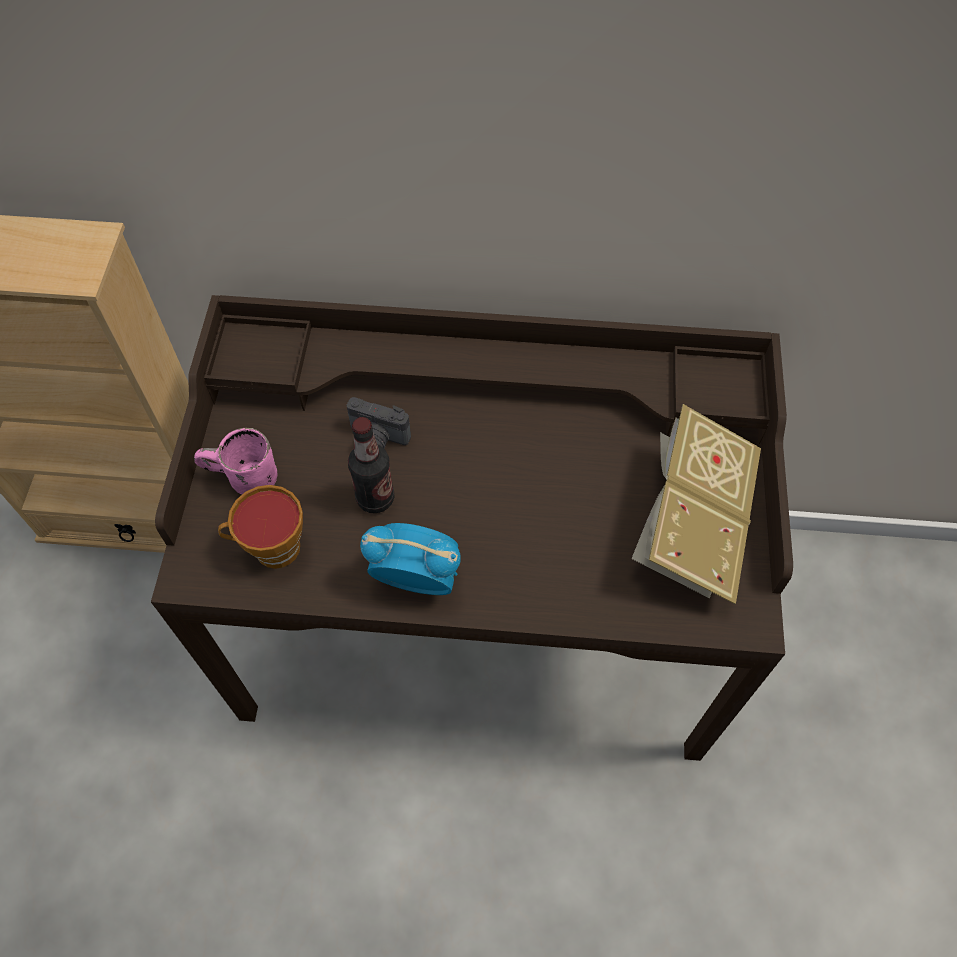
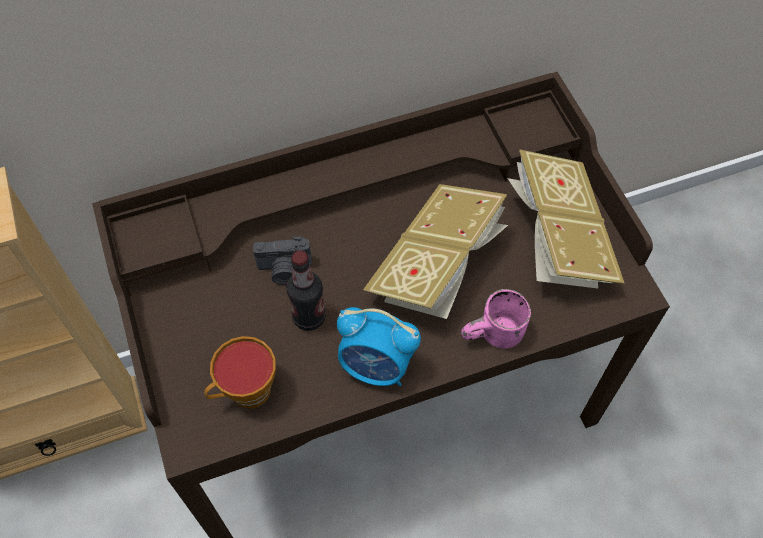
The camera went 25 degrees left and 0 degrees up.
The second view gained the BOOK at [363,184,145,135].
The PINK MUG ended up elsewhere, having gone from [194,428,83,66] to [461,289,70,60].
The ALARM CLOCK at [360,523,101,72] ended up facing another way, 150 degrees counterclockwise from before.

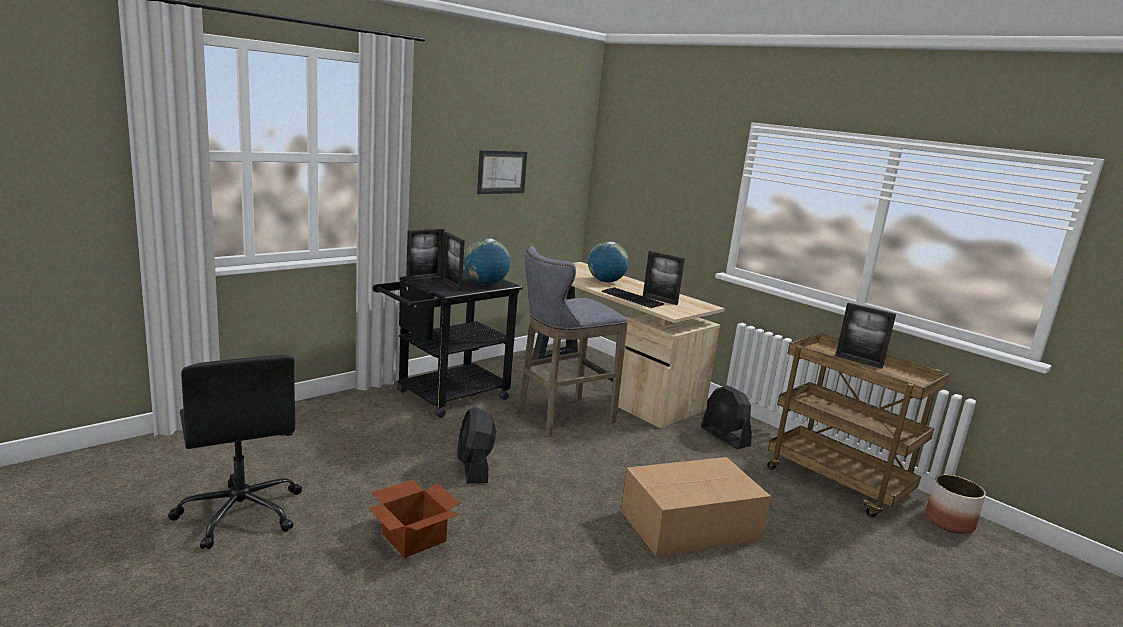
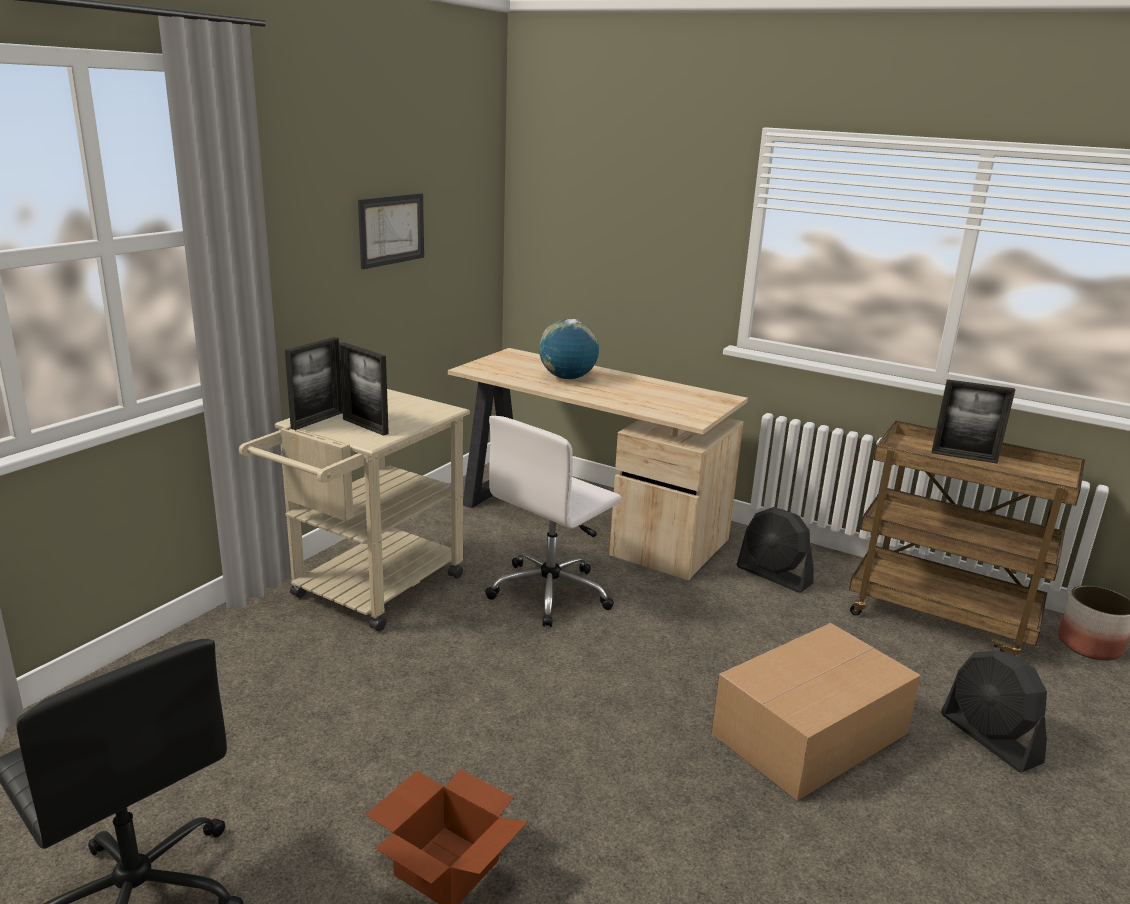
The camera went 15 degrees left and 5 degrees up.
The second view lost the GLOBE at [464,238,46,47].
The second view lost the KEYBOARD at [602,287,62,21].
The second view lost the PICTURE FRAME at [643,251,42,54].
The BLACK FAN ended up elsewhere, having gone from [457,407,39,76] to [941,650,106,122].
Where the GREY STOOL stood at [517,246,111,191], the WHITE OFFICE CHAIR came to stand at [485,416,137,211].
What was the BLACK CART at [372,270,151,148] turned into the BEIGE CART at [239,389,231,243].

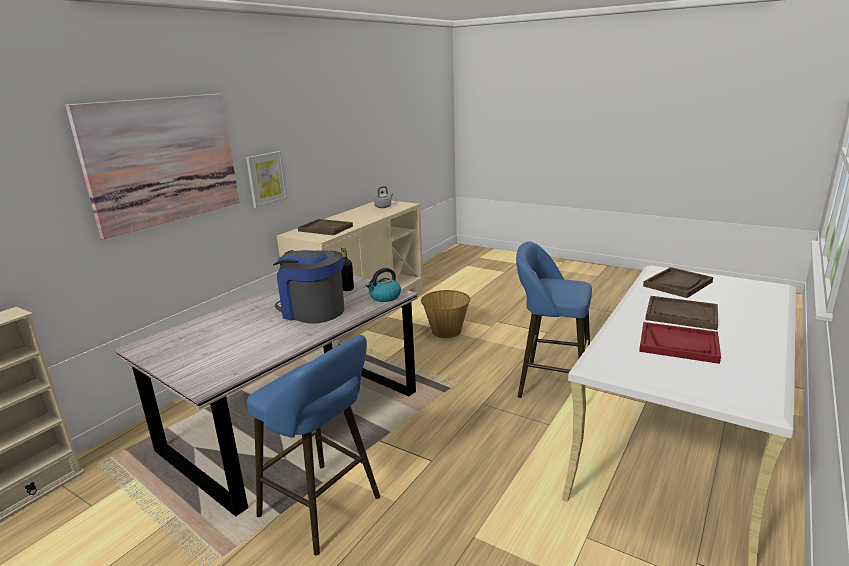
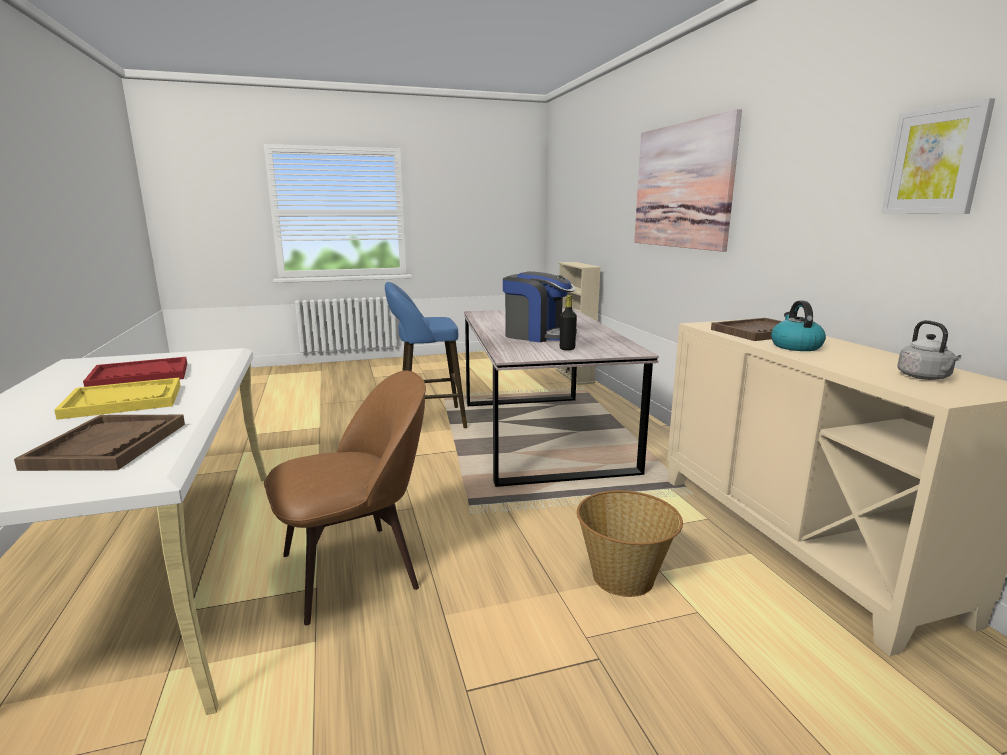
The camera went 130 degrees right and 5 degrees down.
The PICTURE ended up elsewhere, having gone from [246,151,42,57] to [881,98,114,116].
The KETTLE ended up elsewhere, having gone from [366,268,35,34] to [771,301,55,50].
Where the BLUE STOOL stood at [516,242,76,156], the BROWN CHAIR came to stand at [264,371,162,254].
What was the BROWN TRAY at [645,296,73,34] turned into the YELLOW TRAY at [54,378,127,42].
The COFFEE MACHINE at [273,250,71,74] ended up facing another way, 45 degrees clockwise from before.

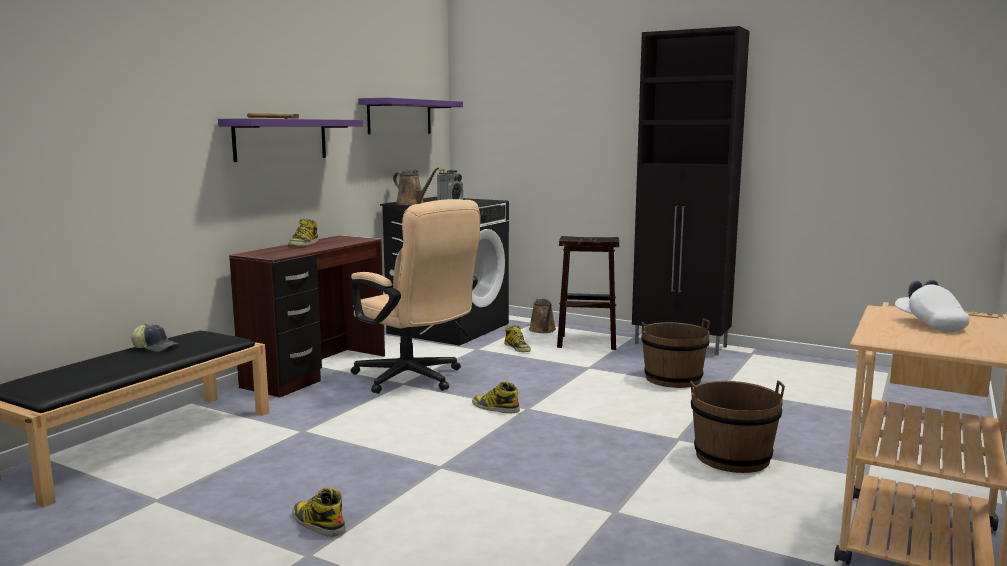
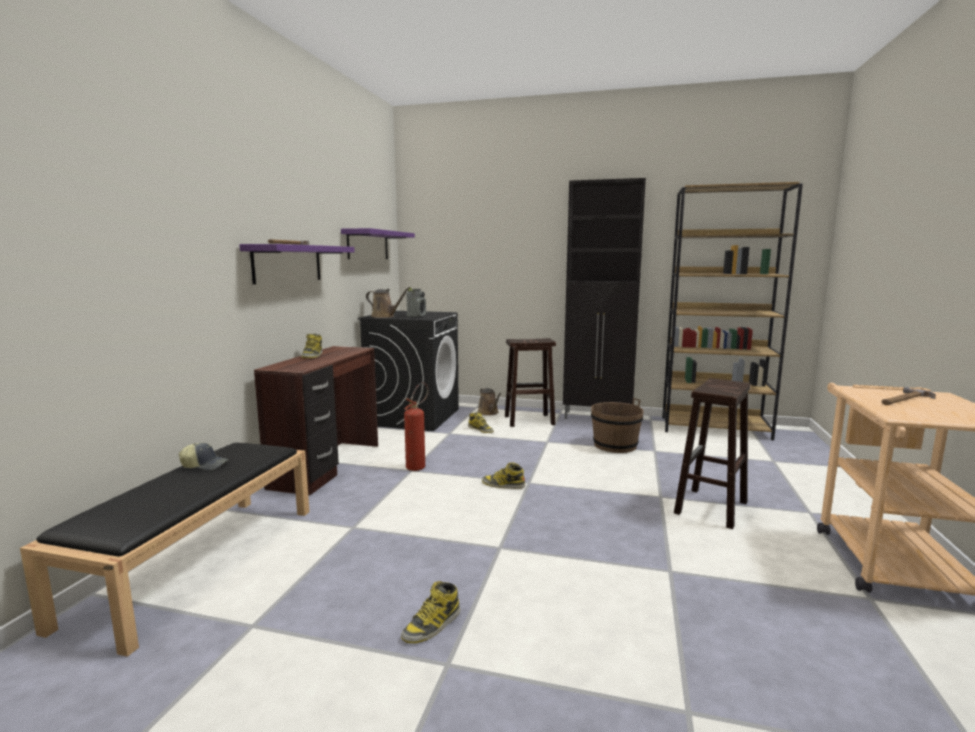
The camera went 15 degrees left and 0 degrees up.
The second view gained the BROWN BOOKCASE at [662,182,141,258].
Where the BEIGE OFFICE CHAIR stood at [351,199,129,195], the FIRE EXTINGUISHER came to stand at [404,382,25,89].
Where the BROWN BUCKET stood at [690,381,95,92], the BROWN STOOL came to stand at [674,378,77,151].
Where the WHITE CAP stood at [895,280,75,52], the HAMMER came to stand at [881,387,55,18].
The BOOT at [292,488,54,49] ended up facing another way, 75 degrees counterclockwise from before.

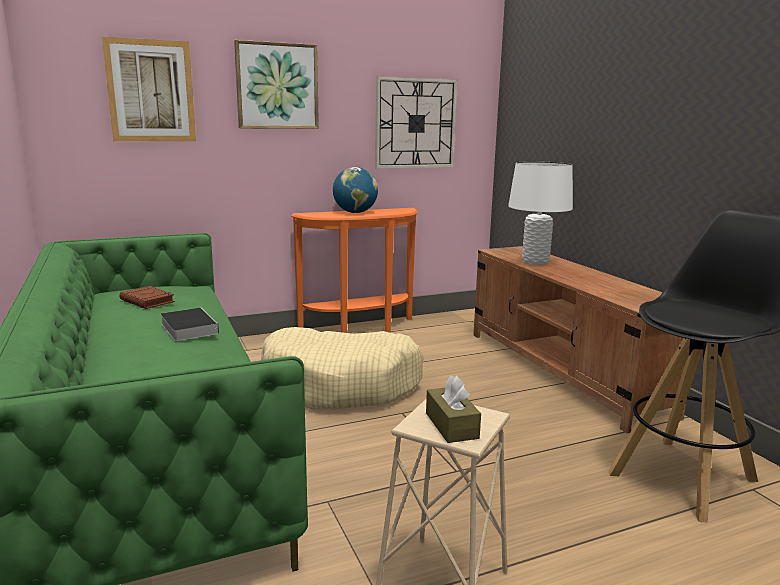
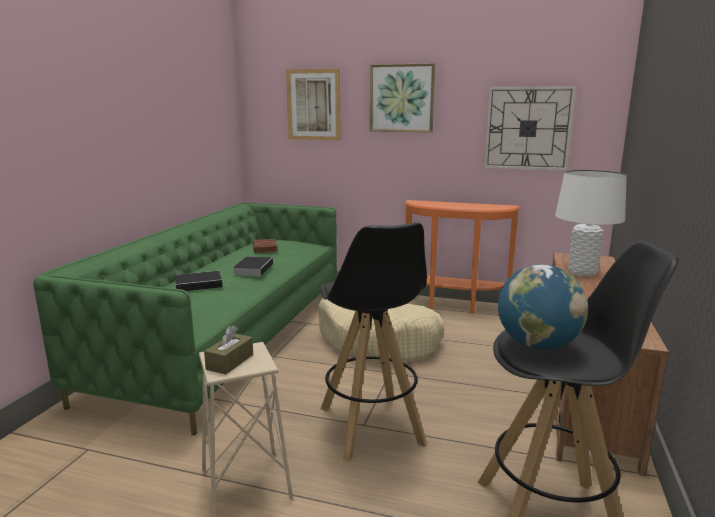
The camera went 40 degrees right and 0 degrees up.
The second view gained the BOOK at [175,271,56,20].
The second view gained the BLACK STOOL at [320,222,107,240].
The GLOBE ended up elsewhere, having gone from [333,167,45,46] to [498,265,90,85].

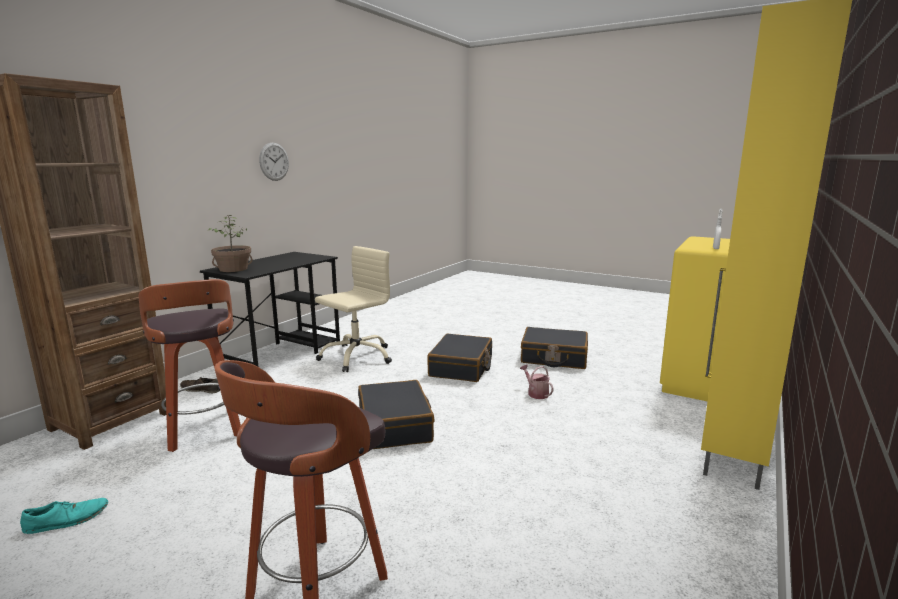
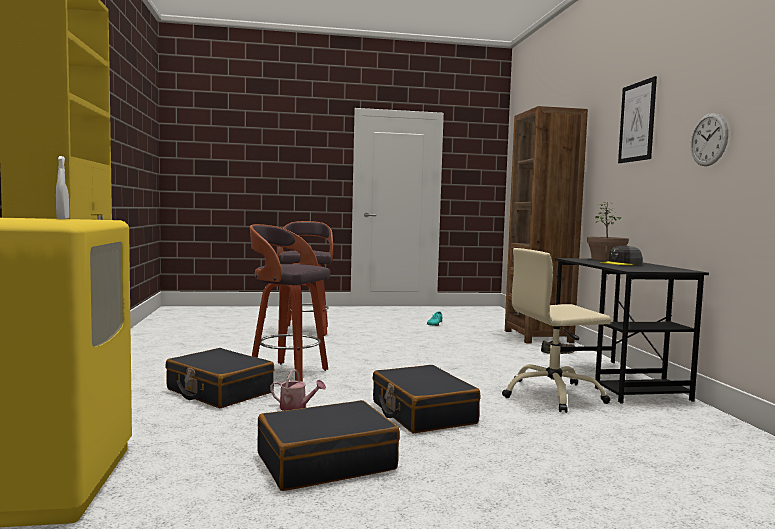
The camera went 140 degrees right and 10 degrees down.
The second view gained the GREY CAP at [600,245,43,20].
The second view gained the PICTURE at [618,76,39,87].
The STOOL ended up elsewhere, having gone from [138,279,103,173] to [250,224,80,158].
The BLACK SUITCASE ended up elsewhere, having gone from [358,380,76,69] to [165,348,109,60].
The BEIGE OFFICE CHAIR at [315,246,77,126] ended up facing another way, 75 degrees clockwise from before.

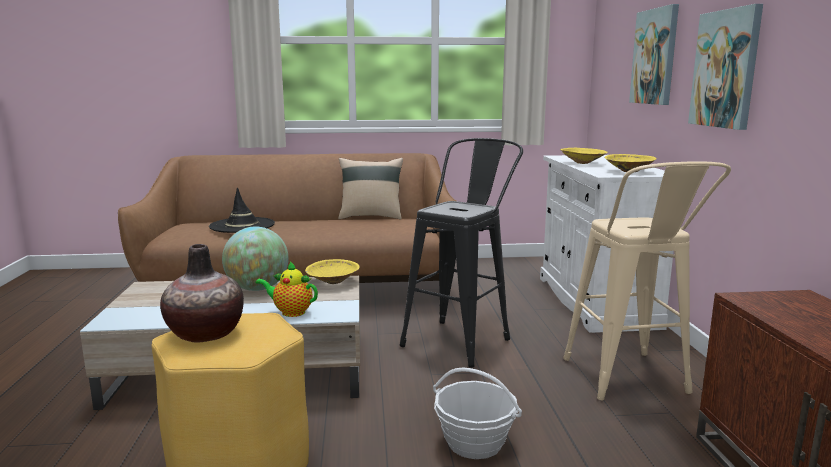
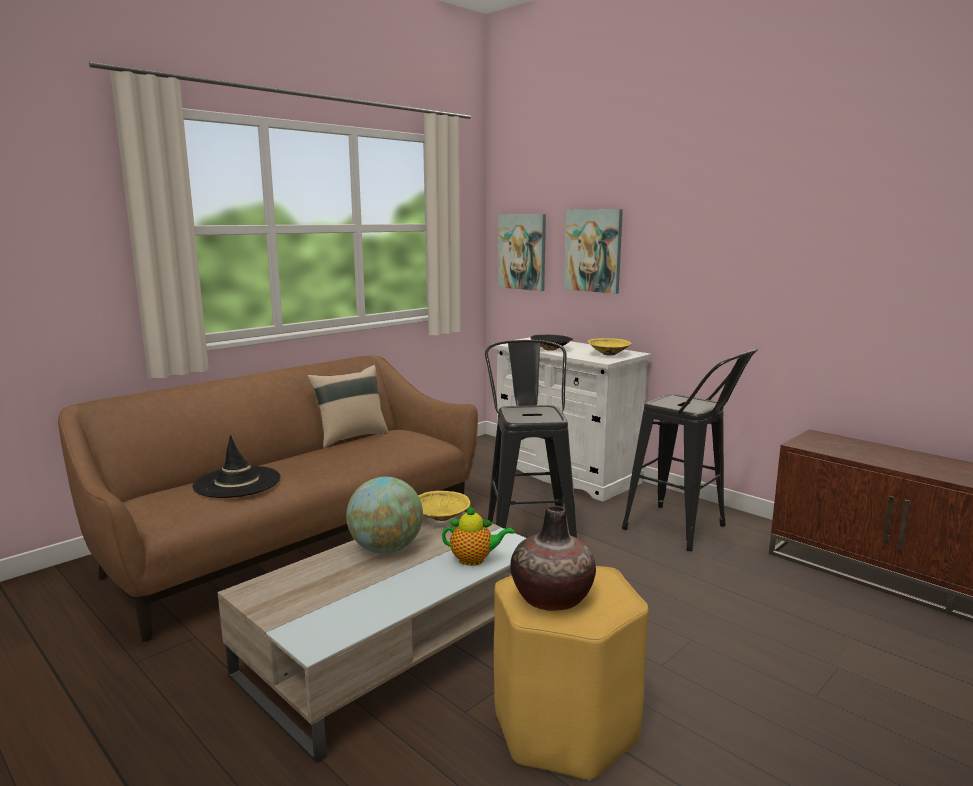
The camera went 40 degrees left and 0 degrees up.
The second view lost the BASKET at [433,368,89,91].
The PICTURE ended up elsewhere, having gone from [688,4,75,126] to [498,214,48,77].
What was the YELLOW BOWL at [560,148,48,16] turned into the BLACK BOWL at [530,335,43,16].
What was the BEIGE STOOL at [563,162,168,239] turned into the BLACK STOOL at [622,349,136,202].
The TEAPOT at [255,262,63,55] ended up facing another way, 150 degrees counterclockwise from before.

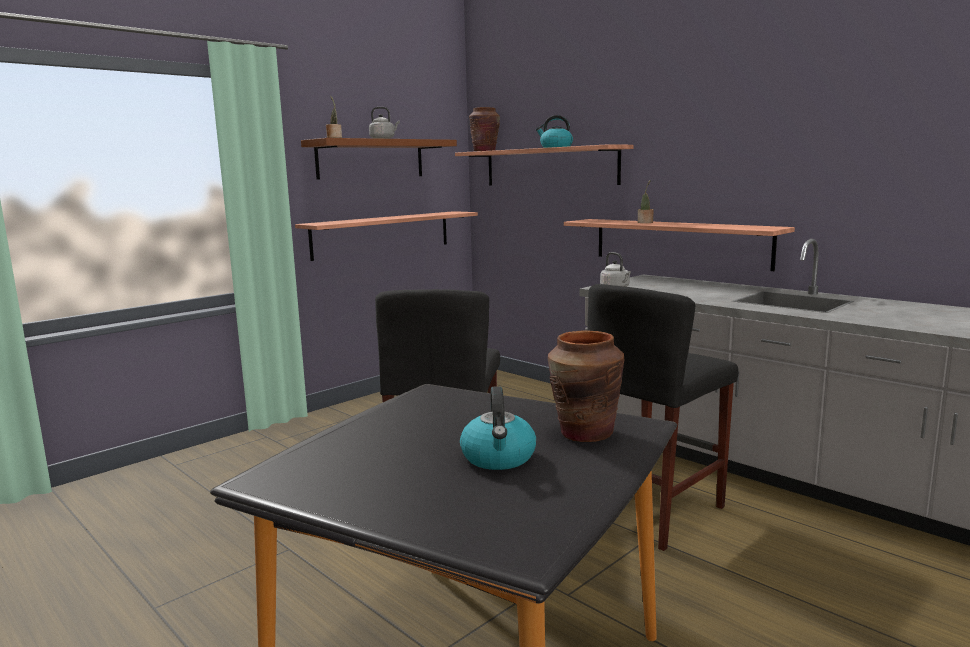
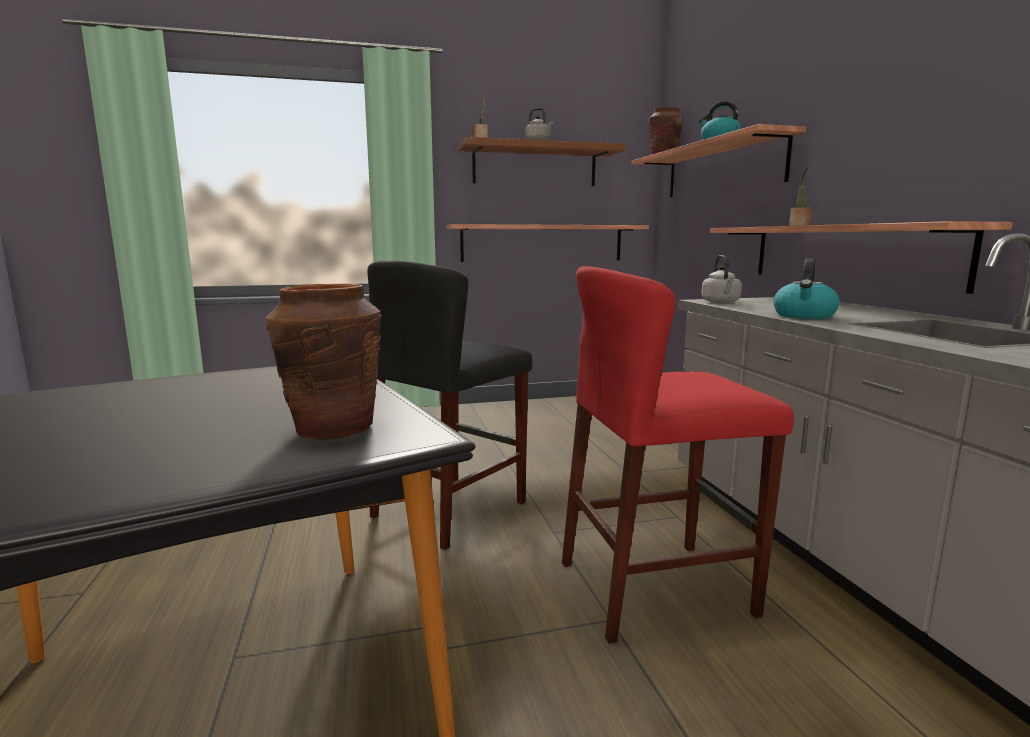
The camera went 30 degrees right and 0 degrees up.
The KETTLE ended up elsewhere, having gone from [460,386,76,84] to [773,259,67,60].
What was the BLACK STOOL at [587,284,151,267] turned into the RED STOOL at [562,266,232,377].

